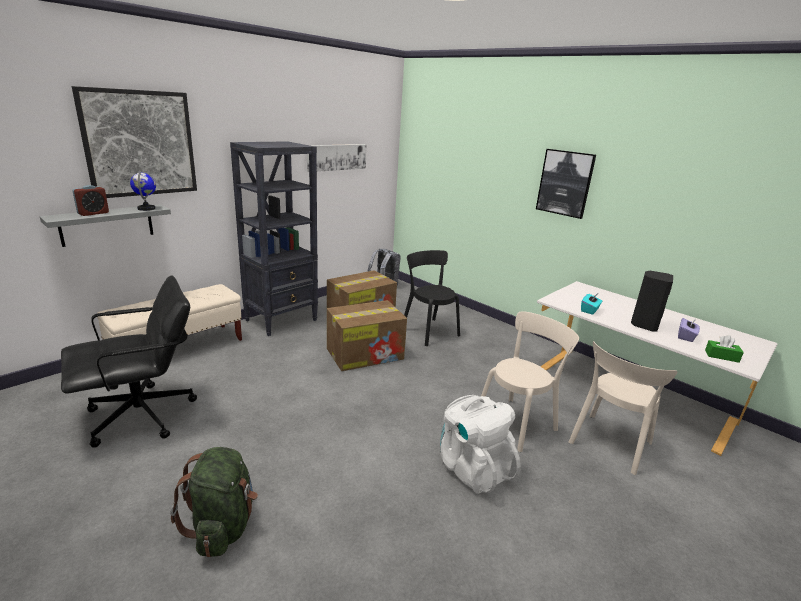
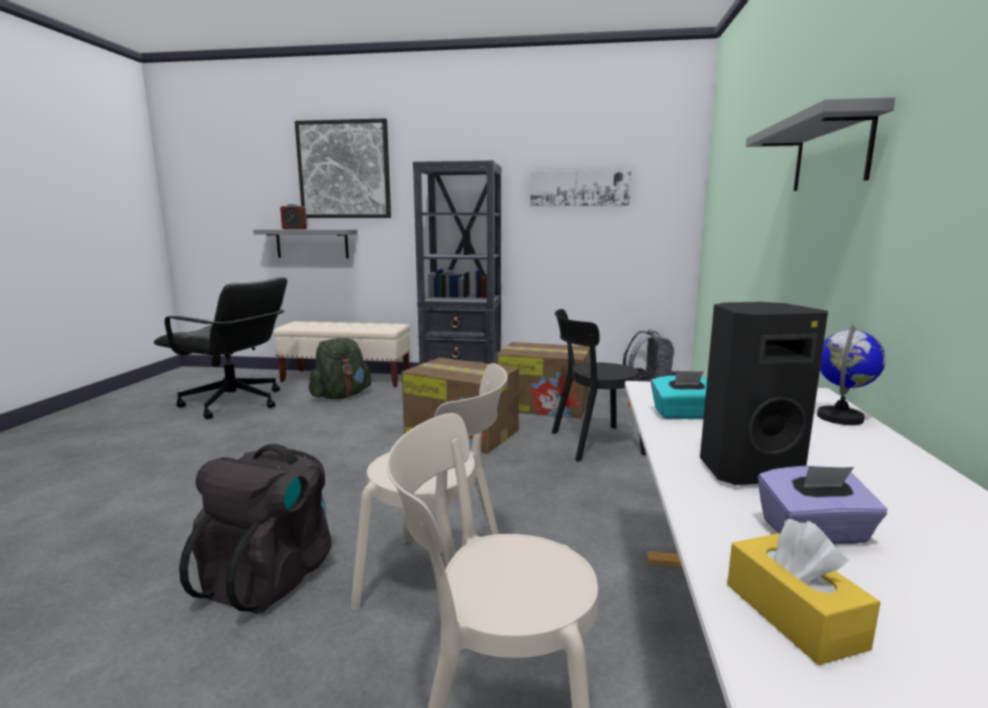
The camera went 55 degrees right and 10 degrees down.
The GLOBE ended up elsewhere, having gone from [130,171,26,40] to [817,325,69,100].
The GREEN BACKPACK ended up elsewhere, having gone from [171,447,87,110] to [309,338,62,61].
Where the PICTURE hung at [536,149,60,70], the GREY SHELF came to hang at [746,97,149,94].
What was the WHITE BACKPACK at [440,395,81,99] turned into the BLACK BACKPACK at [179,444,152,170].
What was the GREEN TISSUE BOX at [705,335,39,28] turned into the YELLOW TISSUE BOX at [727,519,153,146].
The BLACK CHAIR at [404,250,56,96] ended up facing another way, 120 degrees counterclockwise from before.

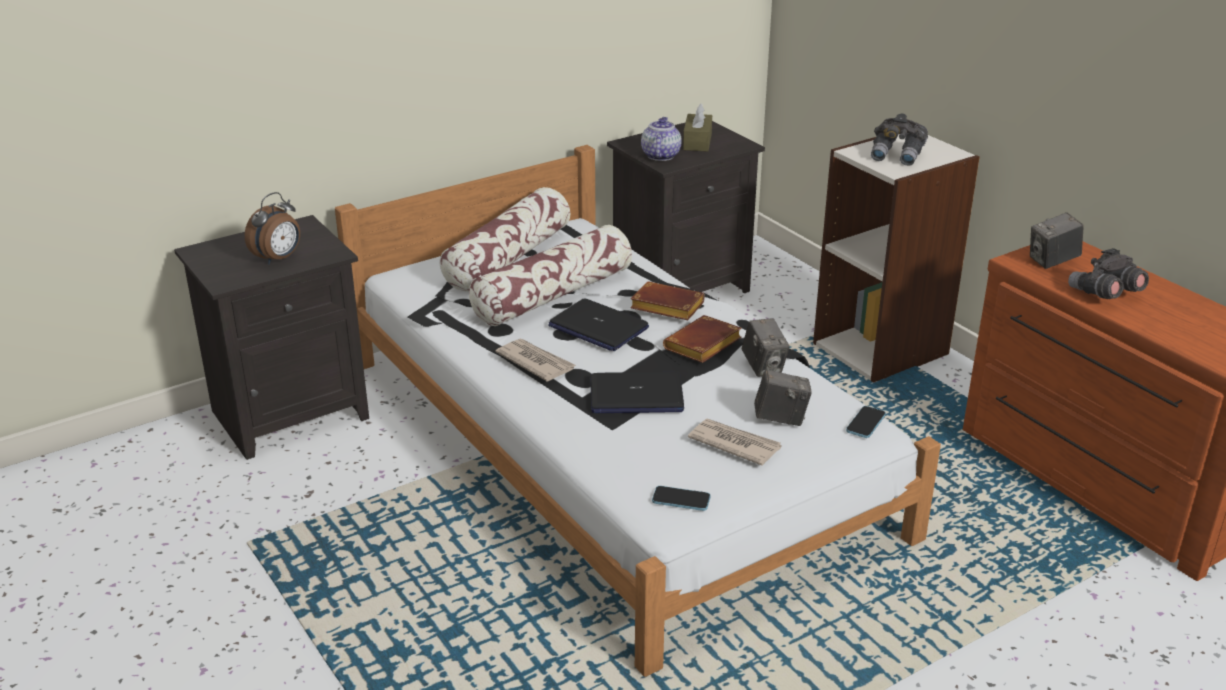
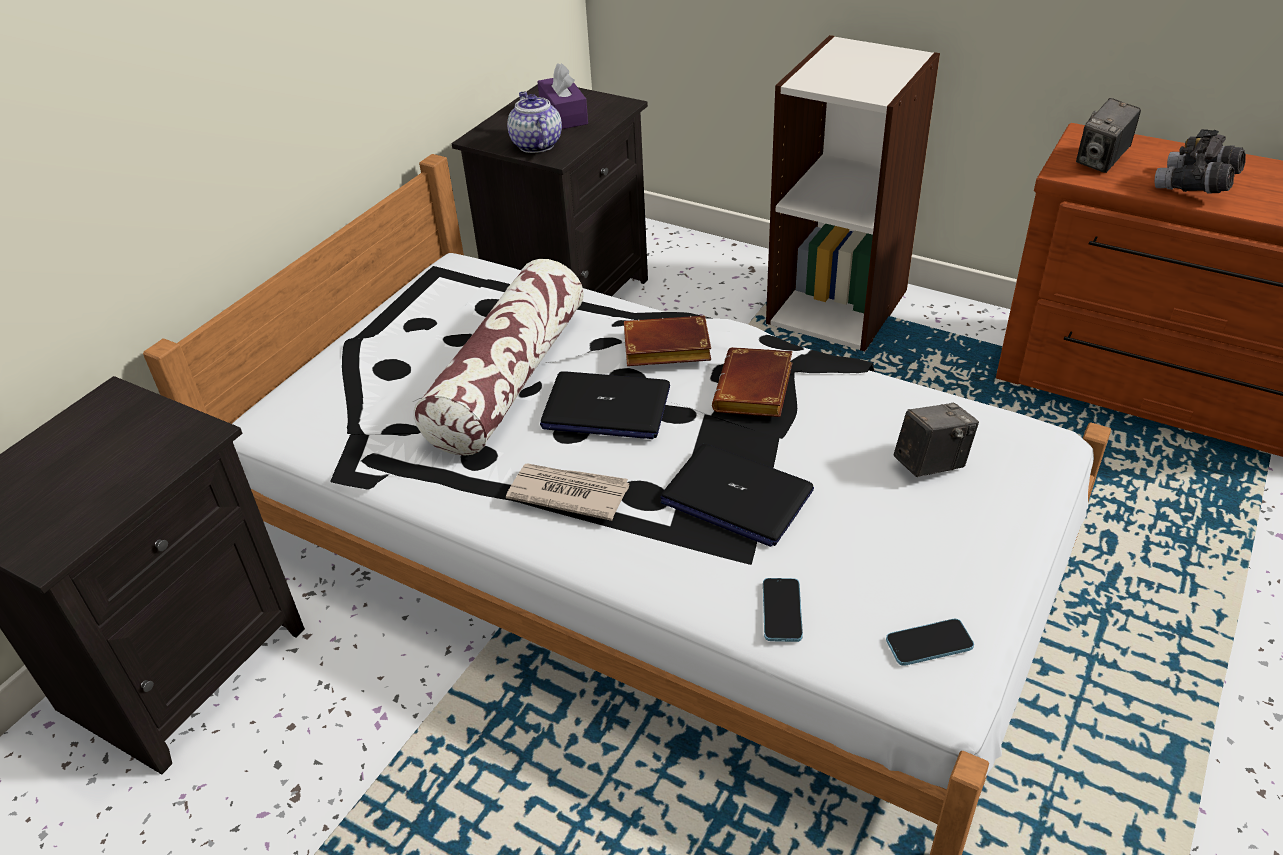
The camera went 25 degrees left and 10 degrees up.
The second view lost the ALARM CLOCK at [245,192,55,73].
The second view lost the PILLOW at [440,187,130,105].
The second view lost the NEWSPAPER at [688,418,93,48].
The second view lost the PHOTO CAMERA at [741,318,49,59].
The second view lost the GREY BINOCULARS at [871,114,57,52].
The PHONE ended up elsewhere, having gone from [846,406,40,32] to [763,578,40,64].
What was the BROWN TISSUE BOX at [683,104,29,48] turned into the PURPLE TISSUE BOX at [537,63,51,66].
The LAPTOP at [591,372,93,41] ended up facing another way, 60 degrees clockwise from before.

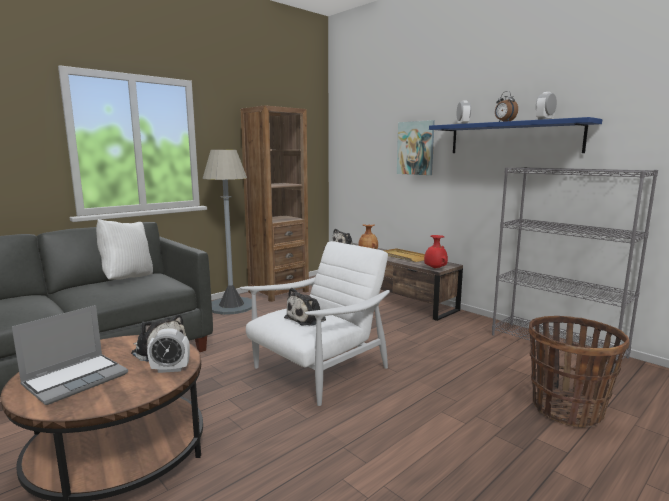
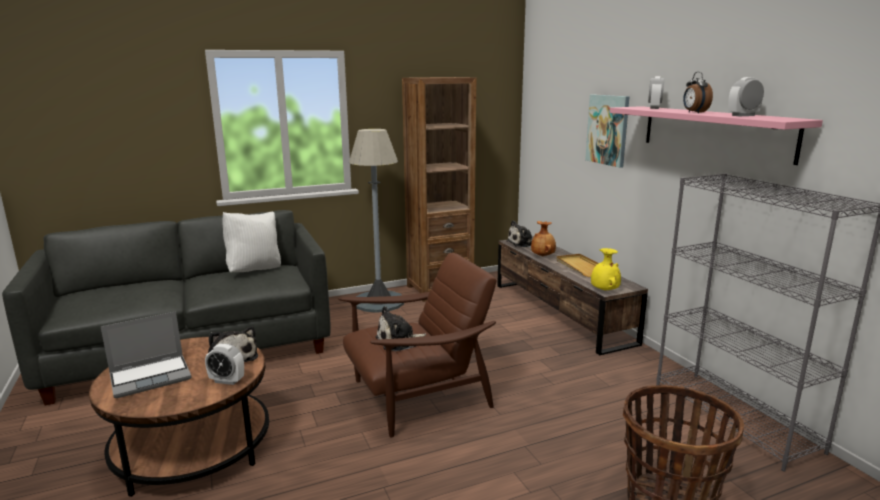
The camera went 20 degrees right and 5 degrees up.
What was the WHITE ARMCHAIR at [240,241,150,165] turned into the BROWN ARMCHAIR at [338,253,159,185].
What was the RED VASE at [424,235,24,34] turned into the YELLOW VASE at [591,248,30,43].
What was the BLUE SHELF at [429,117,173,36] turned into the PINK SHELF at [610,106,213,59].

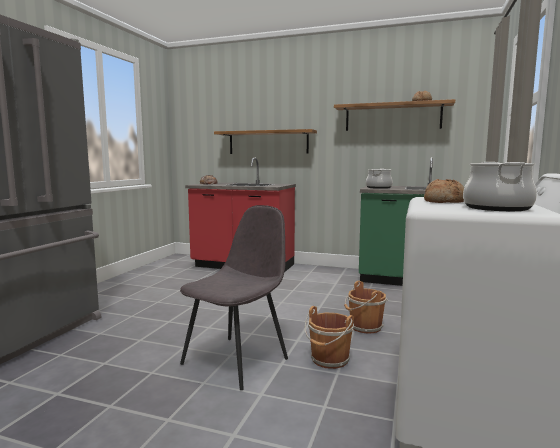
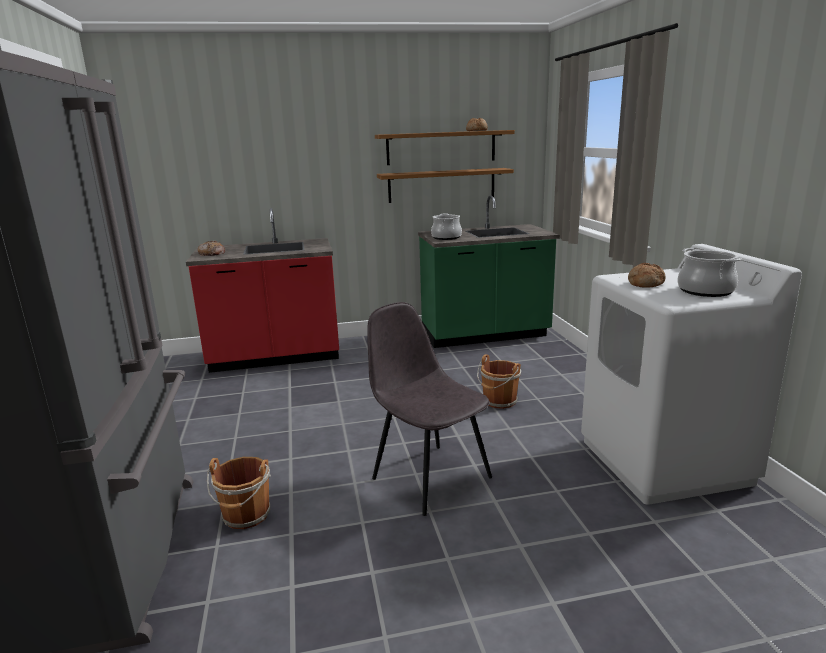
The camera went 30 degrees left and 10 degrees up.
The SHELF ended up elsewhere, having gone from [214,129,103,25] to [377,168,137,35].
The BROWN BUCKET ended up elsewhere, having gone from [305,306,49,63] to [207,457,64,72].
The GREY CHAIR at [180,205,108,185] ended up facing another way, 45 degrees counterclockwise from before.

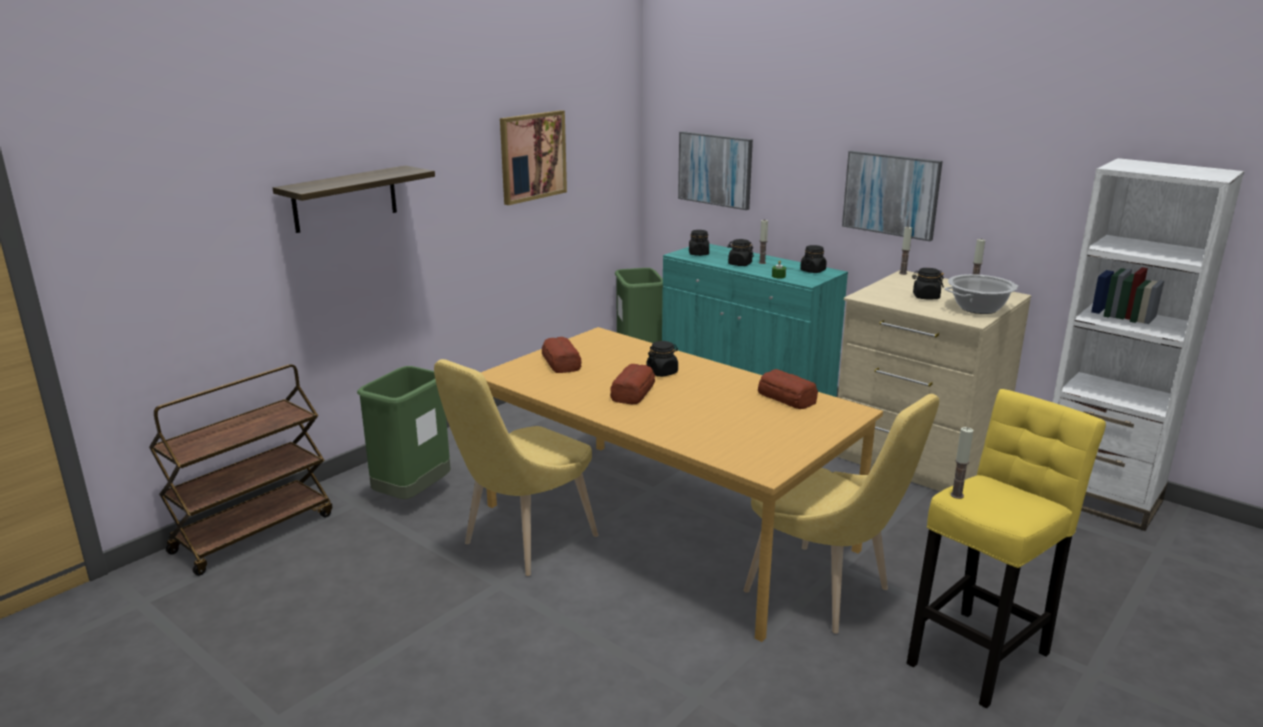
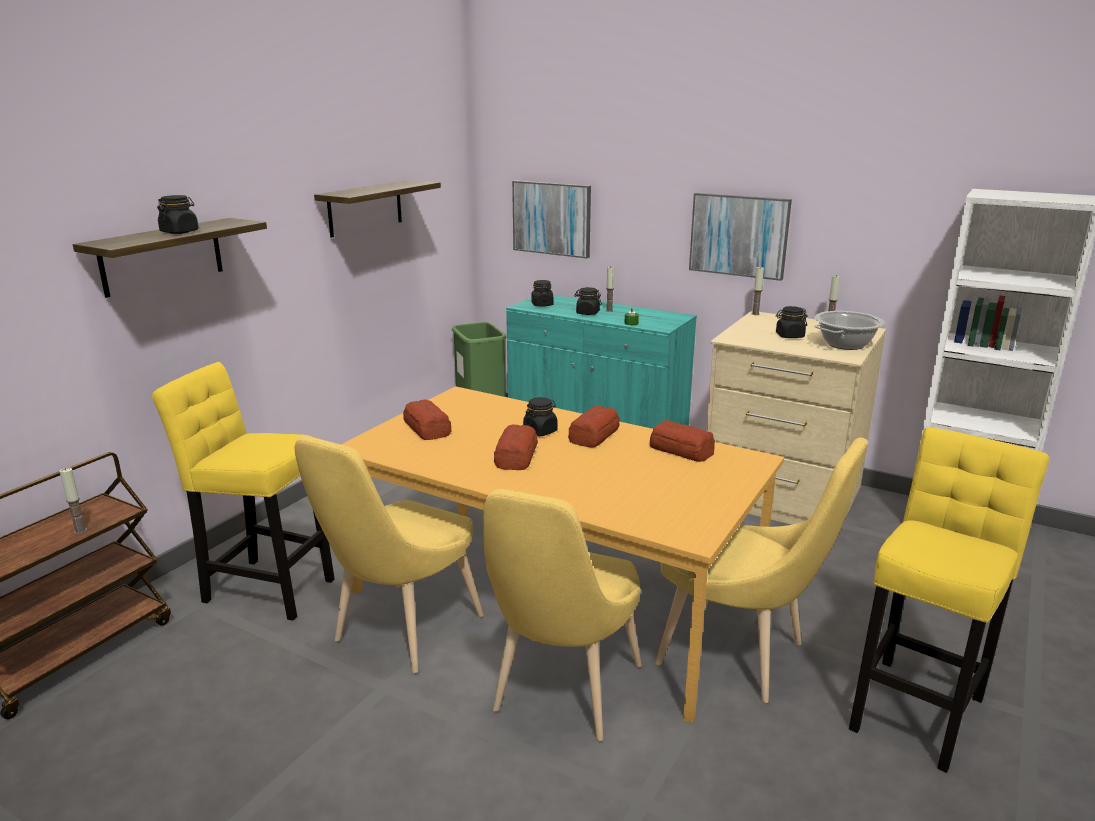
The camera went 10 degrees left and 0 degrees up.
The second view gained the YELLOW CHAIR at [483,489,159,252].
The second view gained the BREAD at [568,405,52,42].
The BLACK JAR ended up elsewhere, having gone from [800,245,27,28] to [157,195,42,39].
The CANDLE ended up elsewhere, having gone from [951,427,22,72] to [59,468,28,66].
Where the GREEN TRASH CAN stood at [357,366,93,133], the YELLOW STOOL came to stand at [152,362,183,259].
Where the PICTURE hung at [500,110,67,95], the SHELF came to hang at [314,180,127,58].

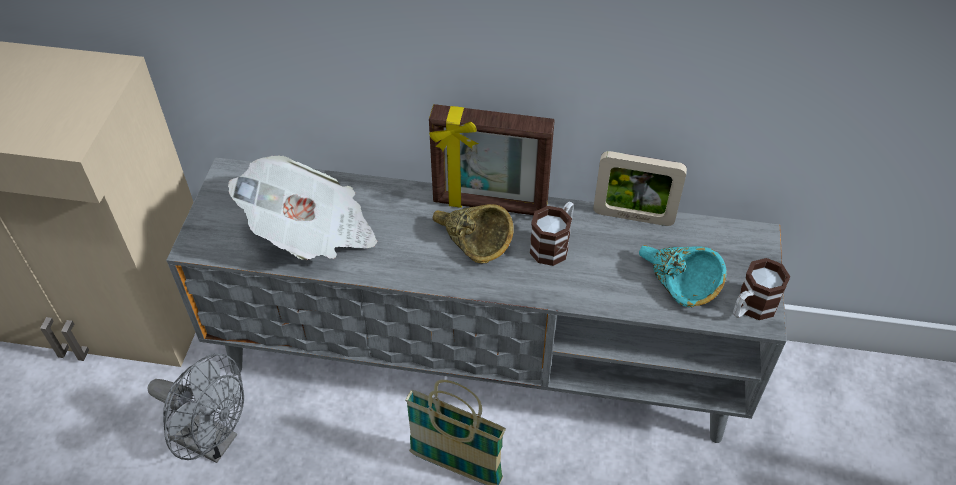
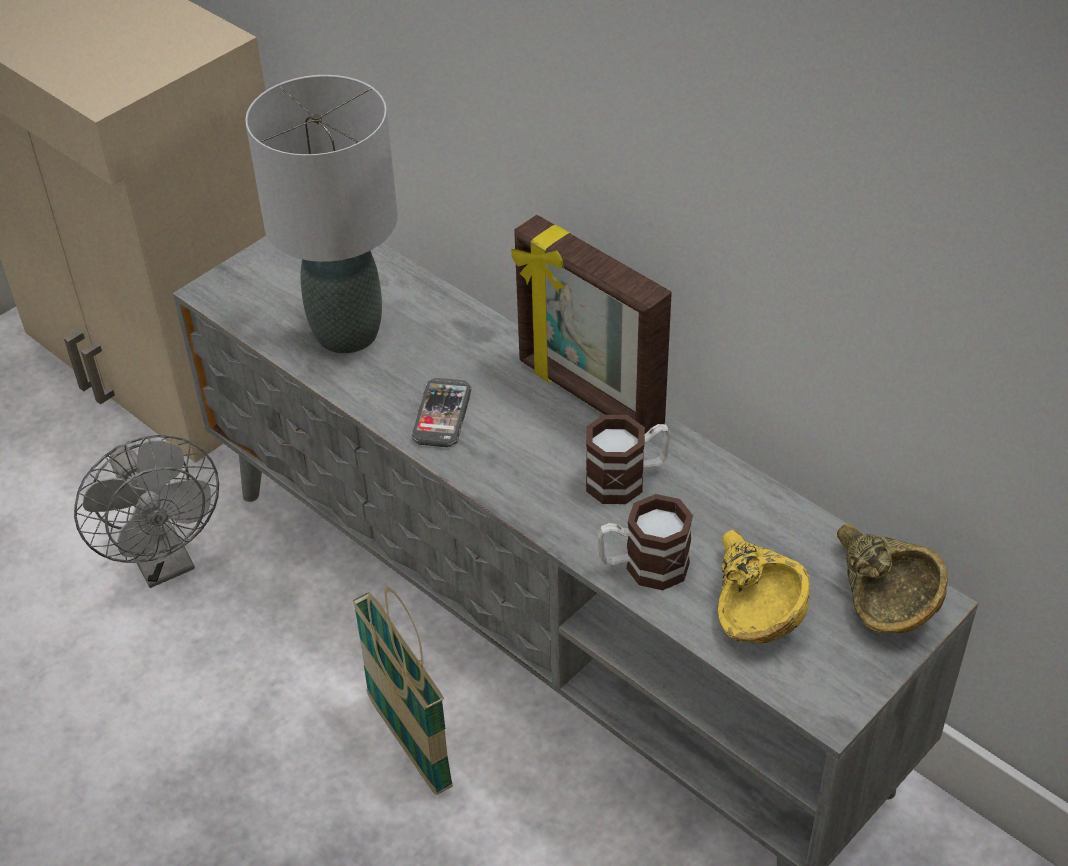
The camera went 35 degrees right and 5 degrees down.
The second view lost the PICTURE FRAME at [593,151,94,75].
The second view gained the PHONE at [412,378,60,69].
The BROWN BOWL ended up elsewhere, having gone from [433,204,81,60] to [837,524,111,110].
The MUG ended up elsewhere, having gone from [733,258,57,62] to [597,494,96,96].
Where the NEWSPAPER stood at [228,155,150,105], the GREY TABLE LAMP came to stand at [245,75,153,278].
What was the TURQUOISE BOWL at [639,245,88,62] turned into the YELLOW BOWL at [718,530,92,113].

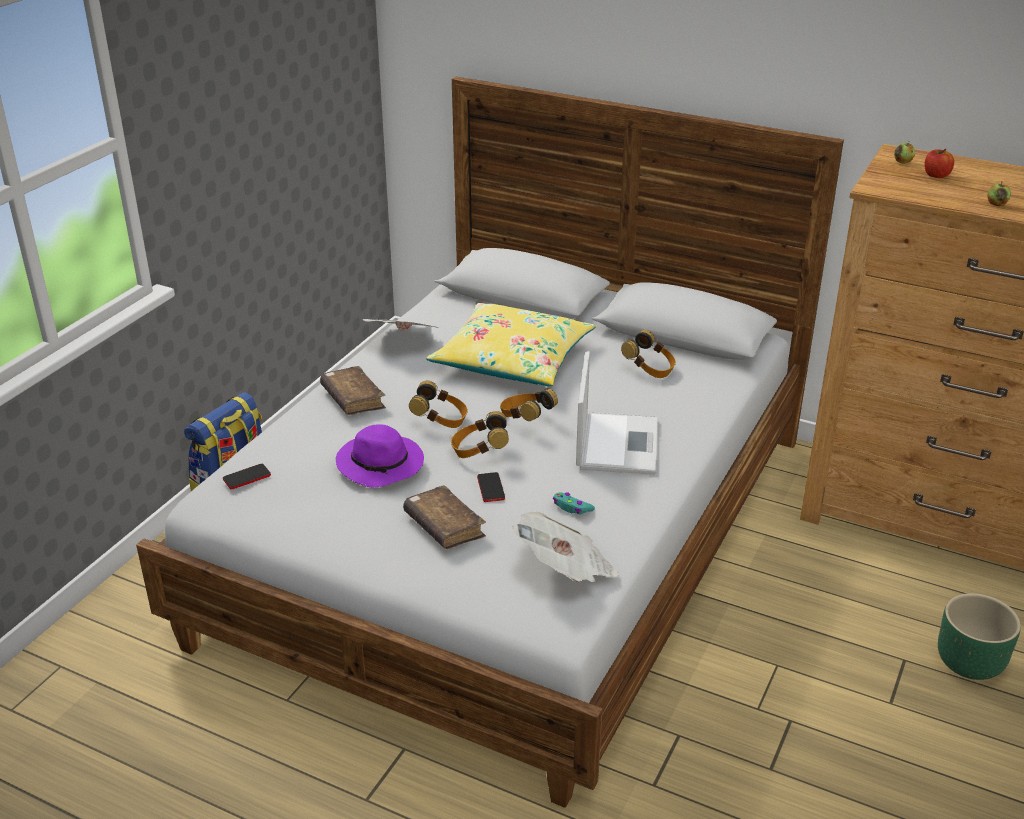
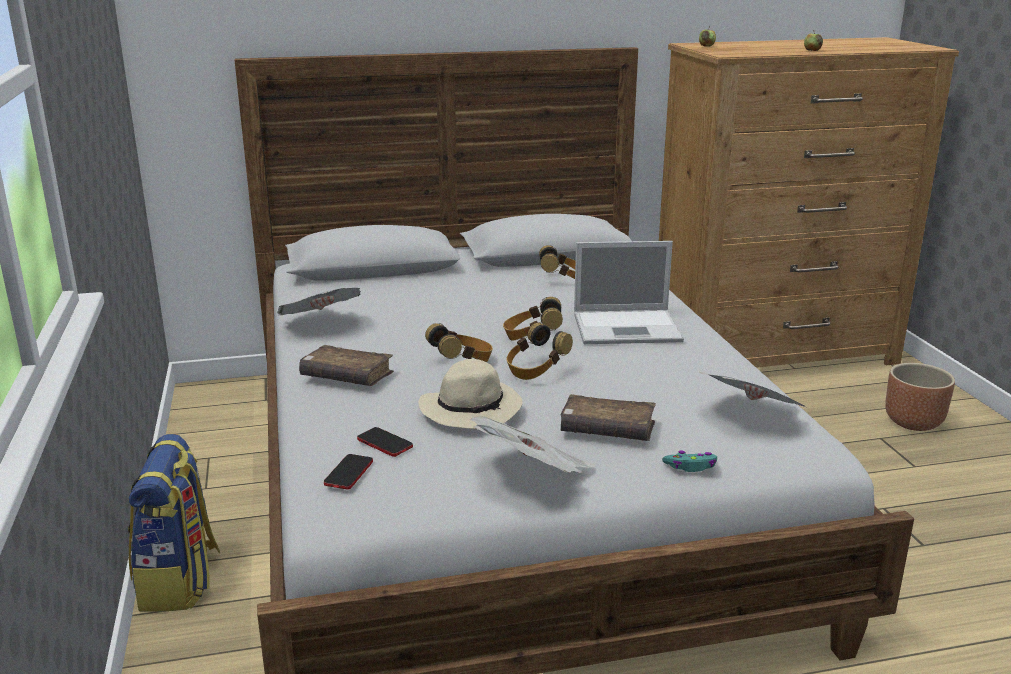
The camera went 40 degrees left and 10 degrees down.
The second view lost the YELLOW PILLOW at [426,303,170,83].
The second view lost the APPLE at [924,149,30,29].
The second view gained the NEWSPAPER at [471,416,124,57].
The PHONE ended up elsewhere, having gone from [477,472,28,30] to [357,427,56,30].
The TURQUOISE GAME CONTROLLER ended up elsewhere, having gone from [553,492,42,22] to [662,451,55,21].
What was the PURPLE HAT at [336,425,88,62] turned into the BEIGE HAT at [419,359,103,70].
What was the GREEN PLANTER at [938,593,83,87] turned into the BROWN PLANTER at [885,363,70,68].
The LAPTOP at [576,351,82,124] ended up facing another way, 120 degrees clockwise from before.

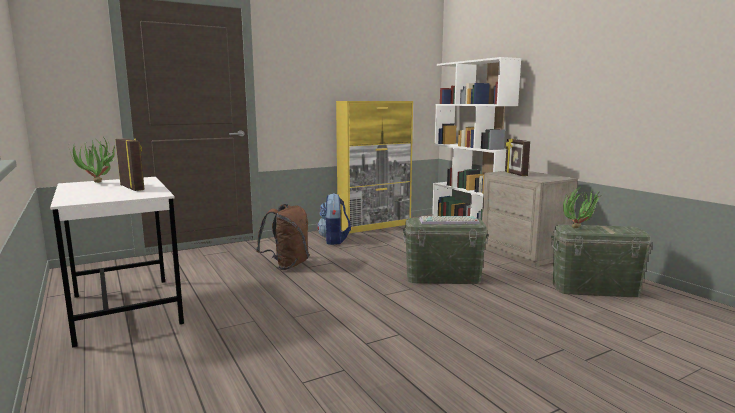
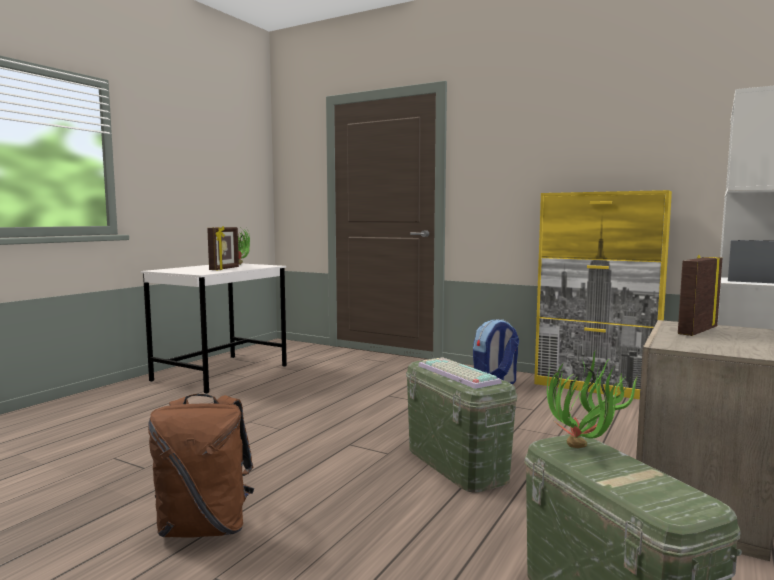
The camera went 60 degrees right and 5 degrees down.
The BROWN BACKPACK ended up elsewhere, having gone from [256,204,53,66] to [148,394,106,143].

